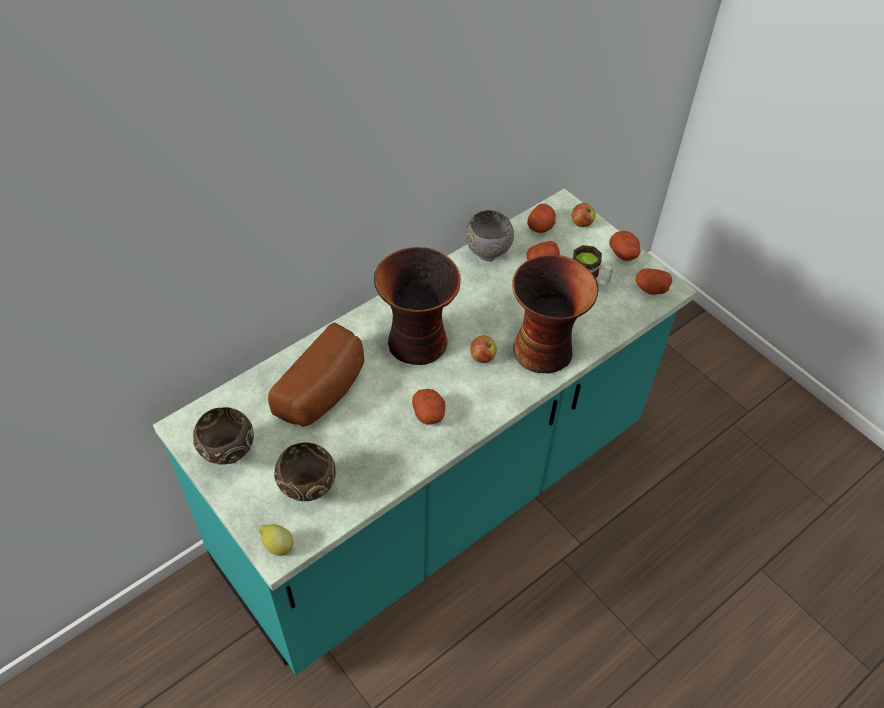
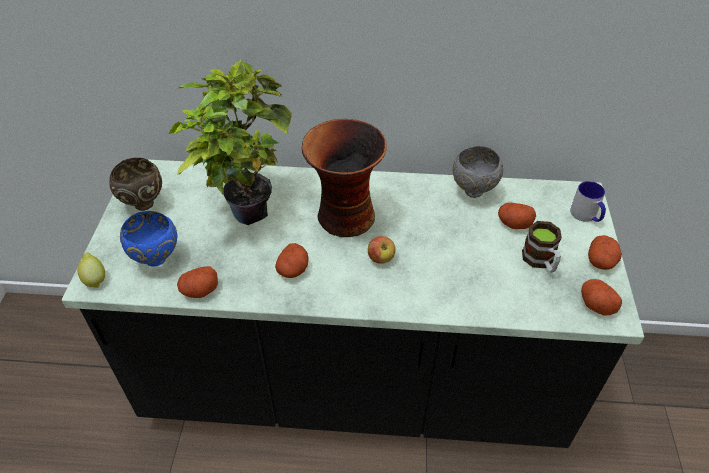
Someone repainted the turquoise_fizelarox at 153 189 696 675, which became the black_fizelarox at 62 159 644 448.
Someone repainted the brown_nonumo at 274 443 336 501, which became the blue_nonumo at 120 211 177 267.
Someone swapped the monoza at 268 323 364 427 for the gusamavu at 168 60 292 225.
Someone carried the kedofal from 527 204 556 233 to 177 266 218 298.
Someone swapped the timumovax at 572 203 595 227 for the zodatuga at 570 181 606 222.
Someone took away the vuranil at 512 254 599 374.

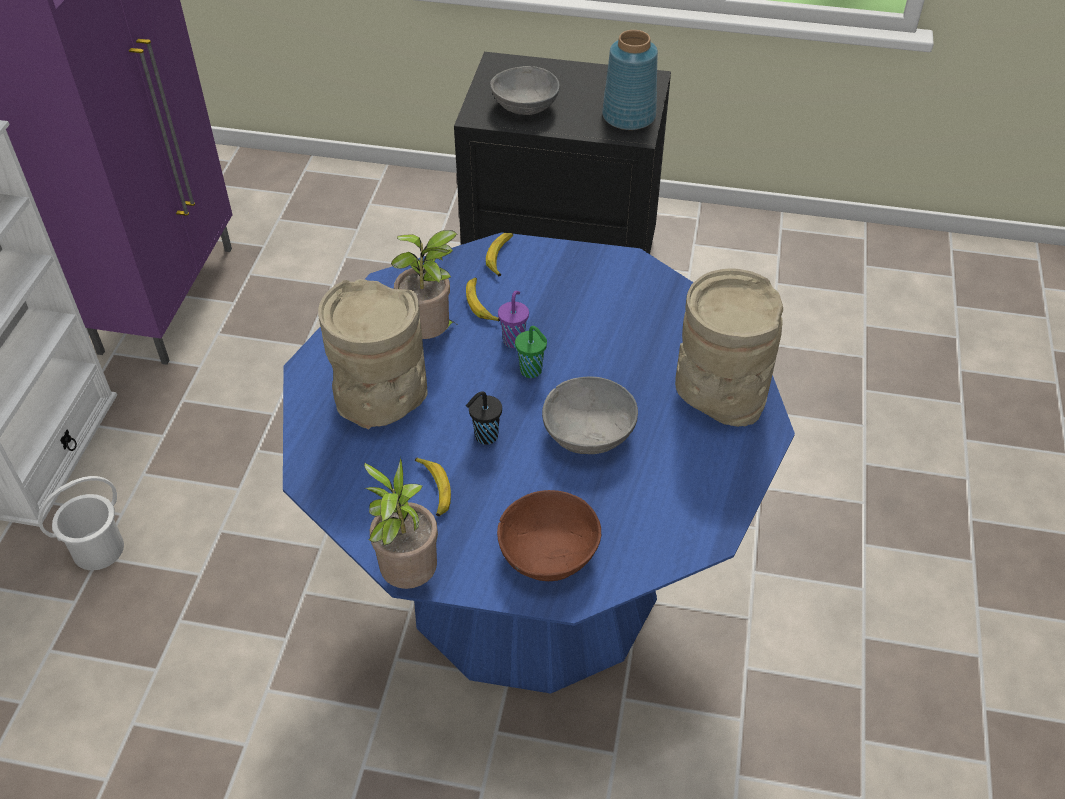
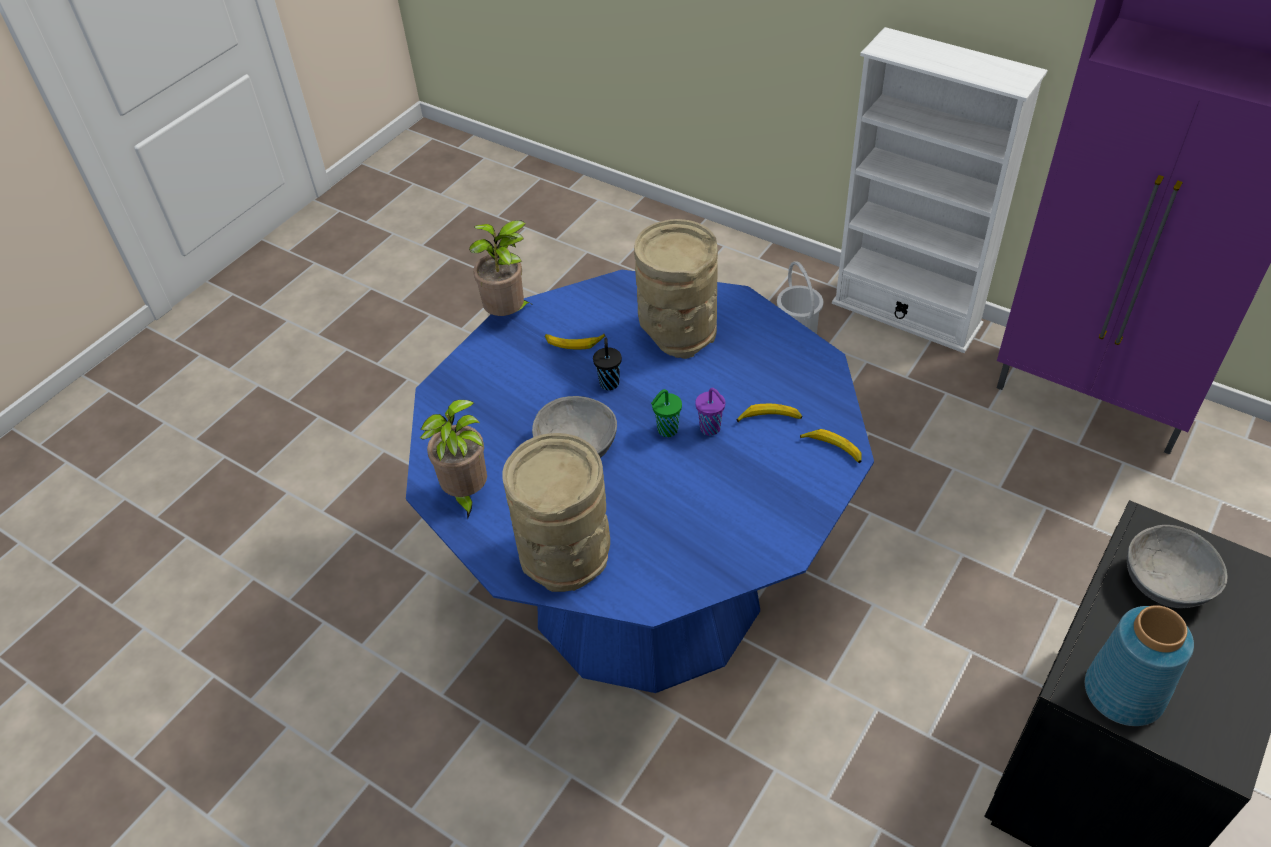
Someone carried the gusamavu from 391 230 458 339 to 420 400 487 519.
Someone took away the brown_nonumo at 497 490 601 581.

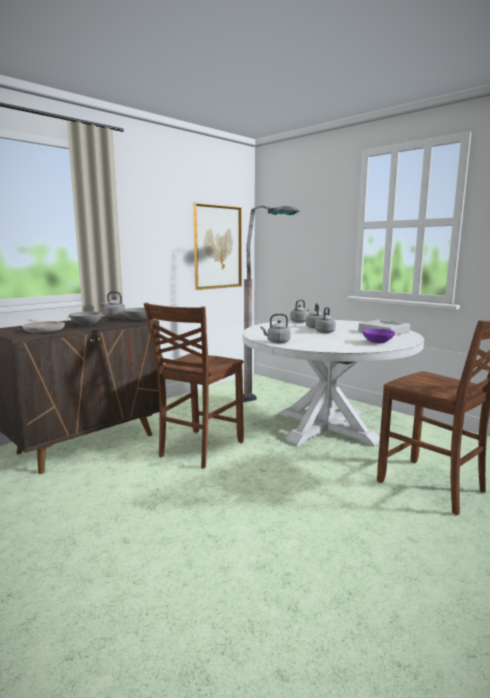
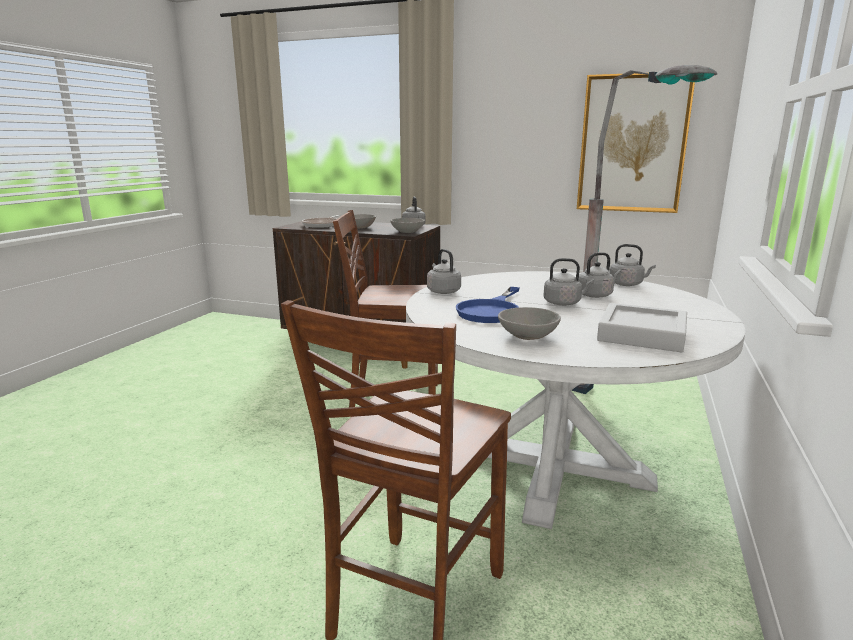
Someone put down the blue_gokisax at 456 287 519 323.
Someone repainted the purple_nonumo at 362 329 395 343, which became the grey_nonumo at 498 307 561 340.

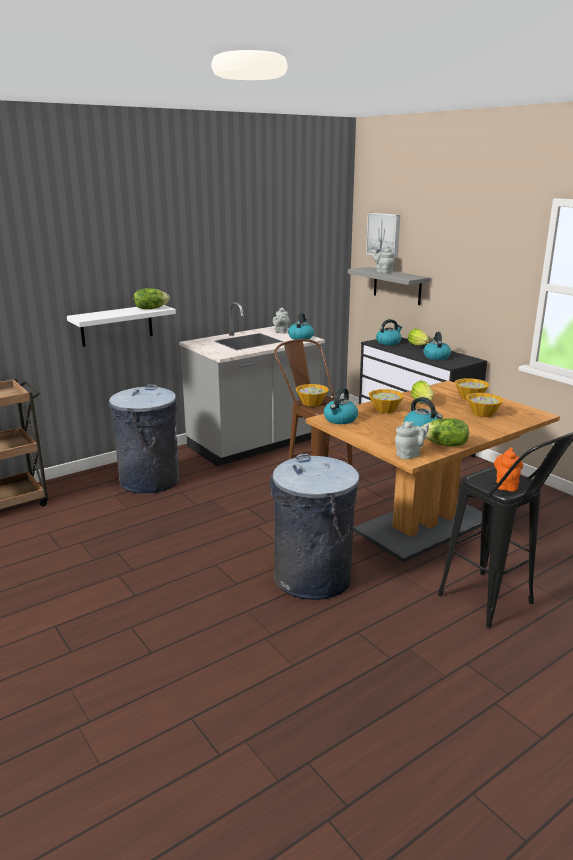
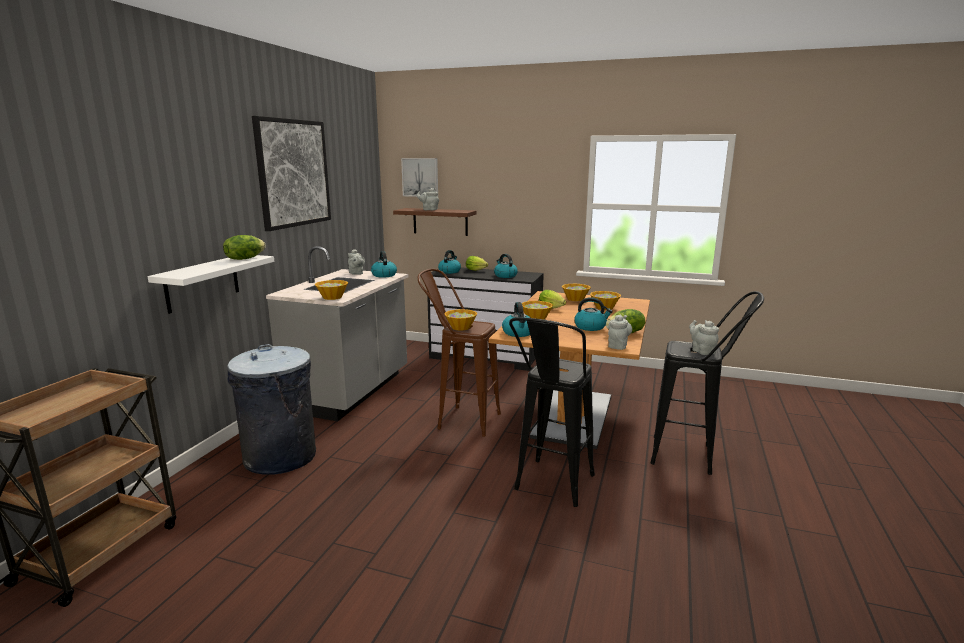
Someone put up the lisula at 252 116 331 231.
Someone put down the nonumo at 315 280 348 300.
Someone repainted the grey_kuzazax at 348 267 430 305, which became the brown_kuzazax at 393 208 477 236.
Someone swapped the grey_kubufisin at 270 453 360 600 for the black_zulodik at 509 317 595 507.
Someone repainted the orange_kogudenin at 494 447 523 491, which became the grey_kogudenin at 689 320 719 355.

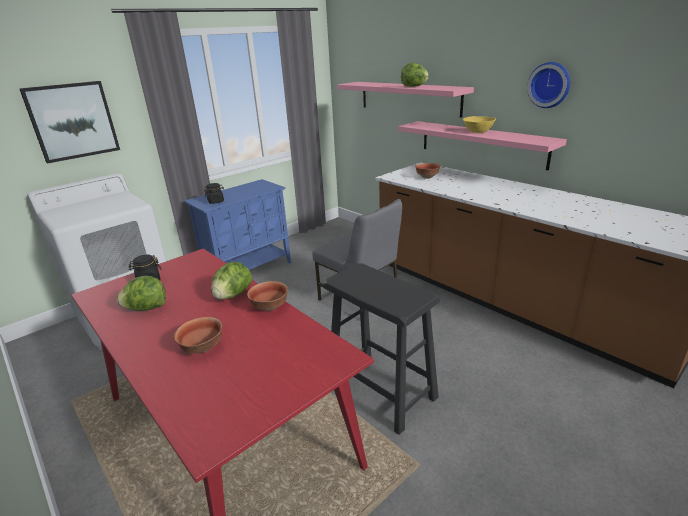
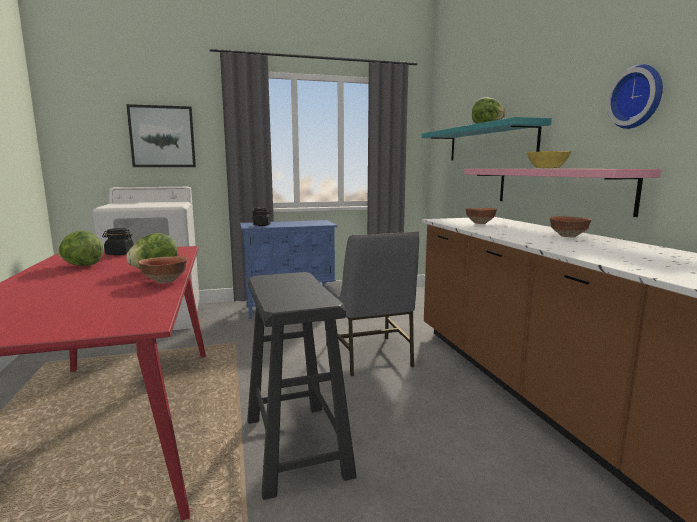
Someone repainted the pink_kuzazax at 337 82 474 118, which became the turquoise_kuzazax at 421 117 552 161.
Someone carried the nonumo from 174 317 222 353 to 549 216 592 237.

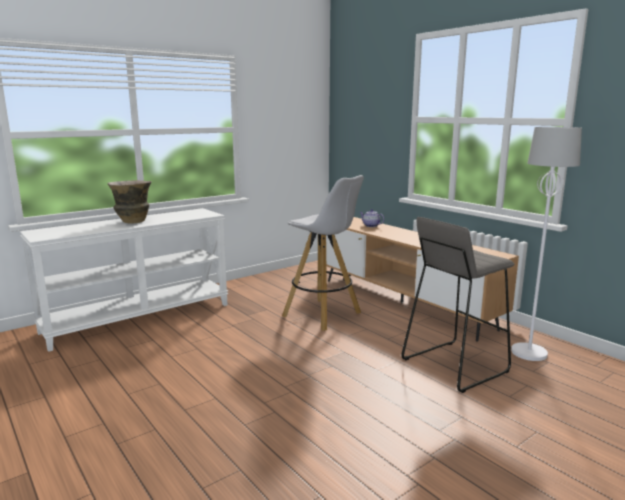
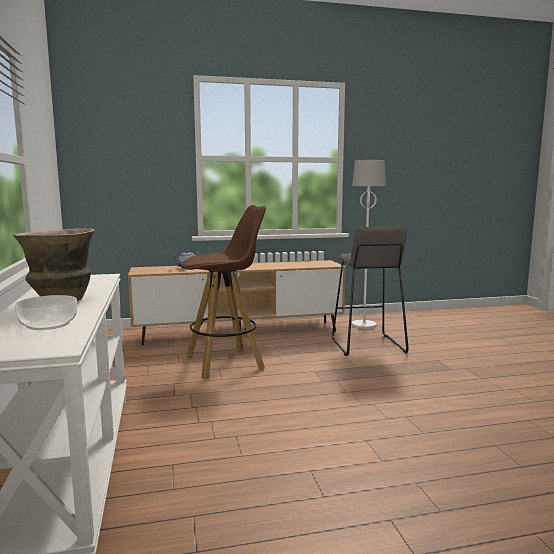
Someone put down the nonumo at 15 295 77 330.
Someone repainted the white_zulodik at 282 175 364 331, which became the brown_zulodik at 183 205 266 379.

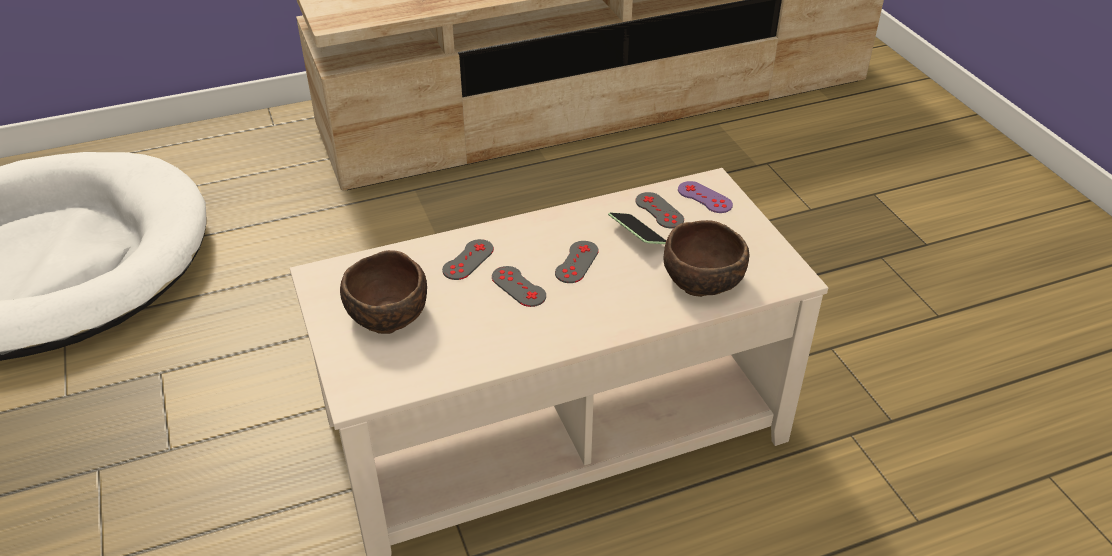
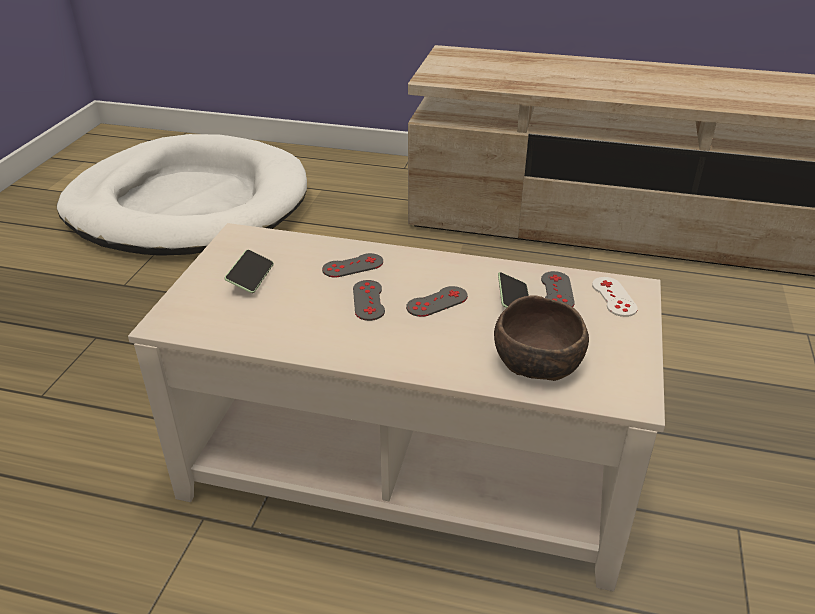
Someone swapped the brown_nonumo at 340 250 427 334 for the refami at 224 250 274 293.
Someone repainted the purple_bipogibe at 678 181 733 213, which became the white_bipogibe at 592 277 638 317.

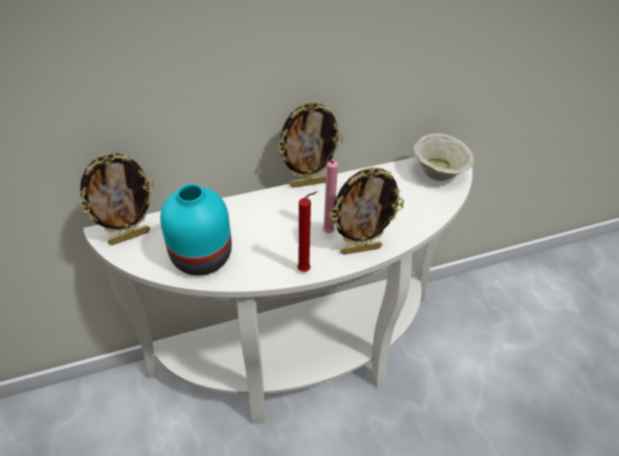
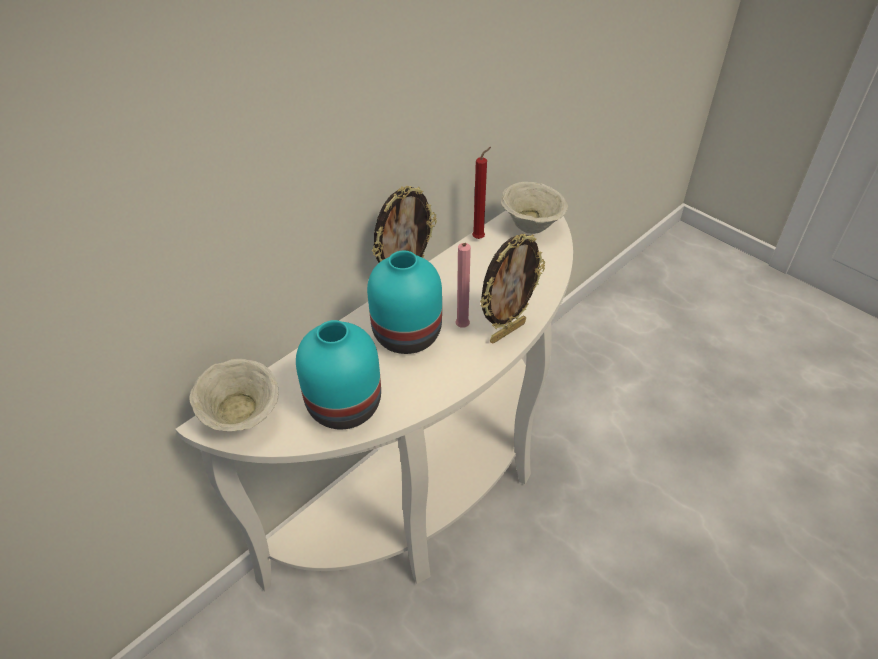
Someone swapped the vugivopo at 78 153 155 245 for the beige_nonumo at 189 359 279 432.
Someone put down the turquoise_vuranil at 367 250 442 354.
Someone carried the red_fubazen from 297 191 317 272 to 472 147 491 239.

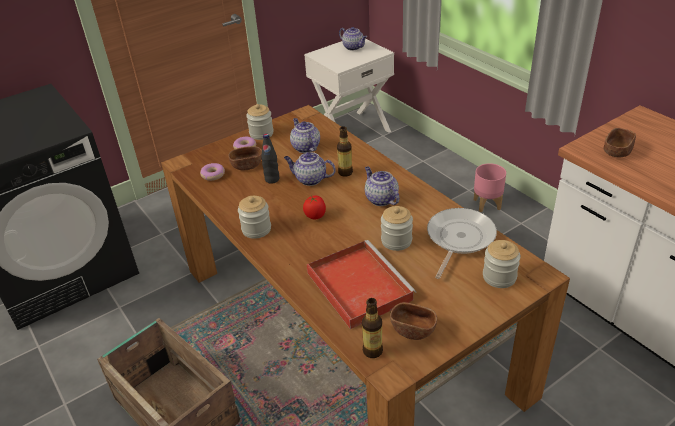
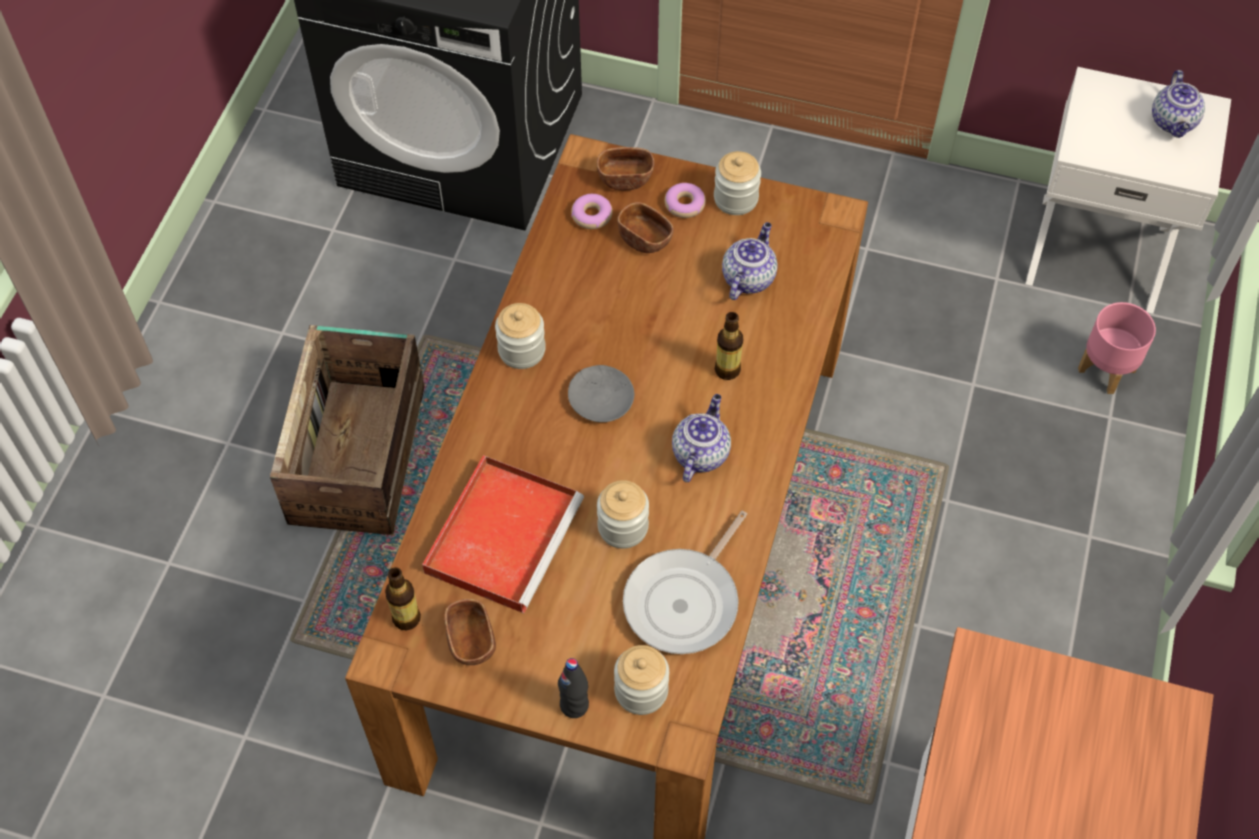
Someone carried the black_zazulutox from 261 134 279 184 to 558 658 589 718.
Someone swapped the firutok at 303 195 326 220 for the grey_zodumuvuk at 568 365 634 422.
Someone carried the brown_nonumo from 604 128 636 158 to 597 147 654 191.
Someone rotated the gokisax at 427 208 497 279 by 135 degrees clockwise.
Someone carried the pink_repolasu from 474 163 506 212 to 1078 302 1156 394.
Someone took away the kogudenin at 284 152 336 186.

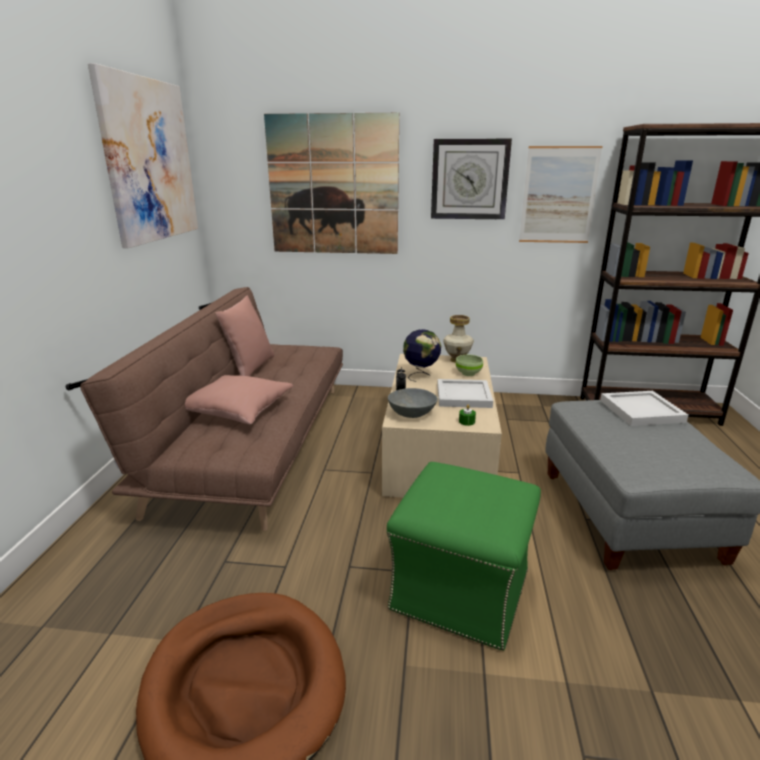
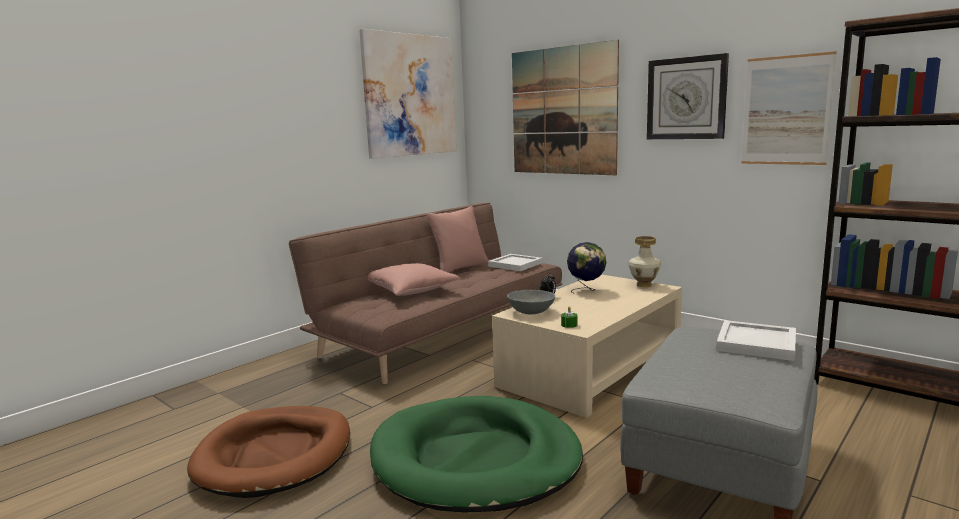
Someone swapped the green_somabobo at 387 462 541 650 for the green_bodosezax at 370 396 583 513.
Someone carried the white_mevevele from 437 379 493 408 to 488 254 542 271.
Someone took away the green_nonumo at 456 355 483 376.

